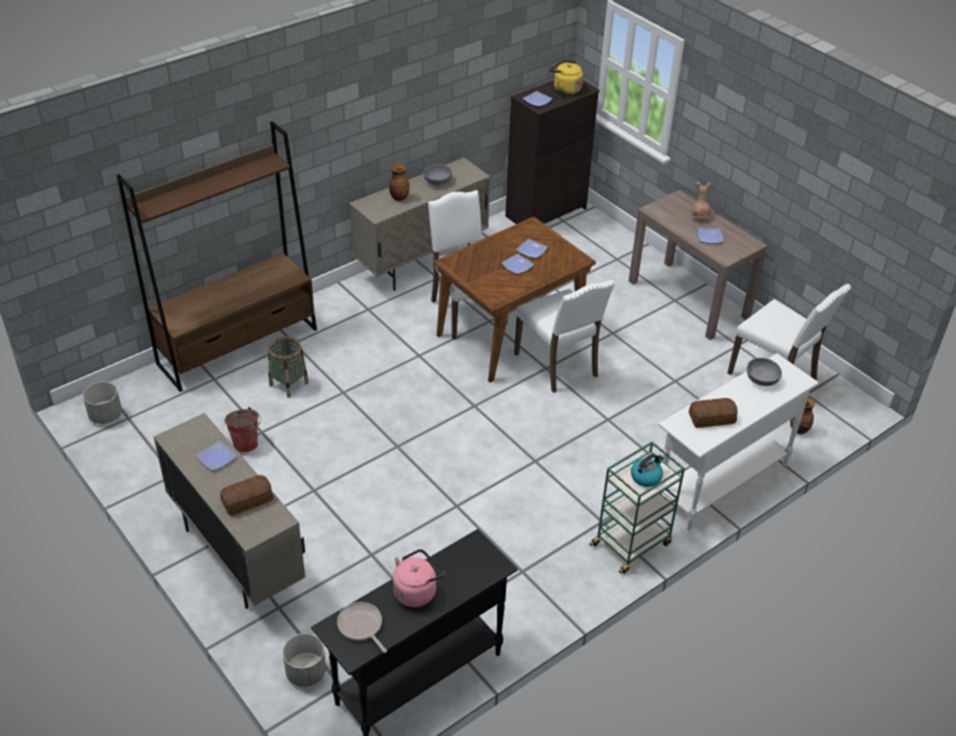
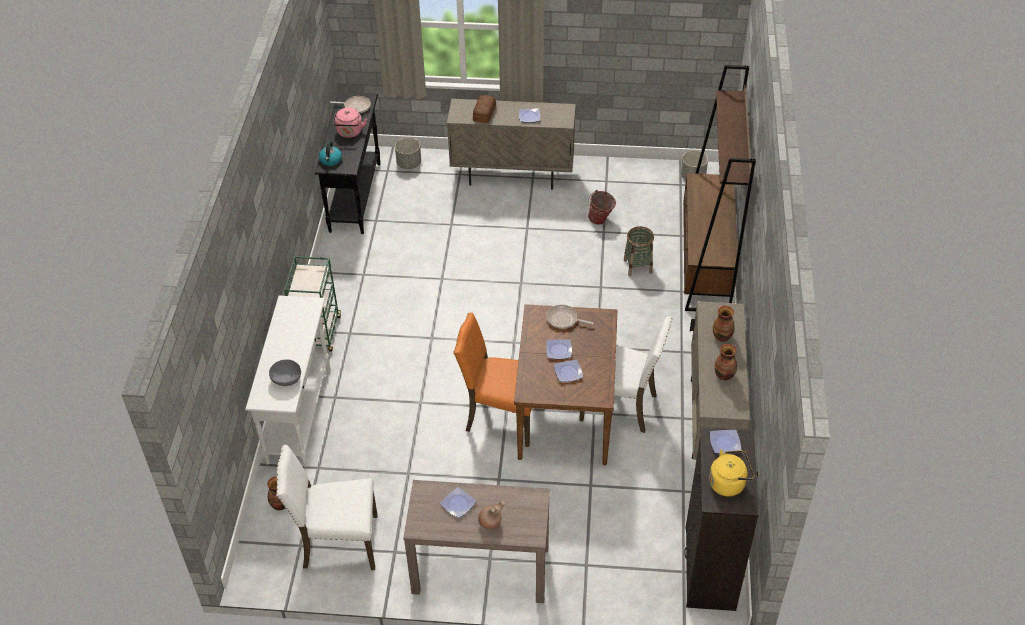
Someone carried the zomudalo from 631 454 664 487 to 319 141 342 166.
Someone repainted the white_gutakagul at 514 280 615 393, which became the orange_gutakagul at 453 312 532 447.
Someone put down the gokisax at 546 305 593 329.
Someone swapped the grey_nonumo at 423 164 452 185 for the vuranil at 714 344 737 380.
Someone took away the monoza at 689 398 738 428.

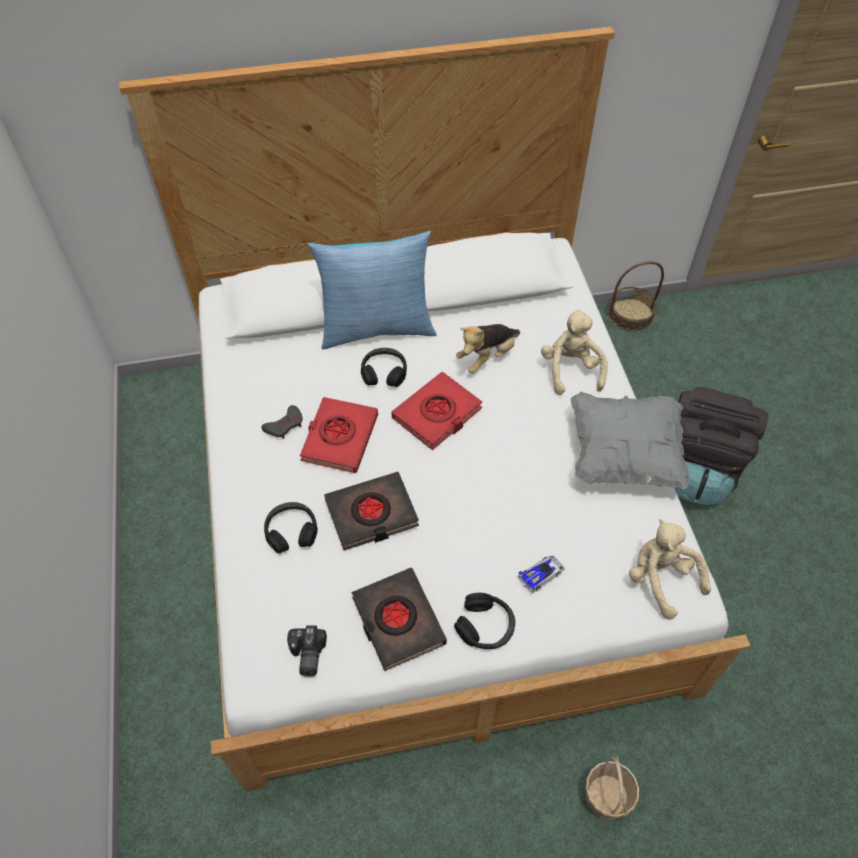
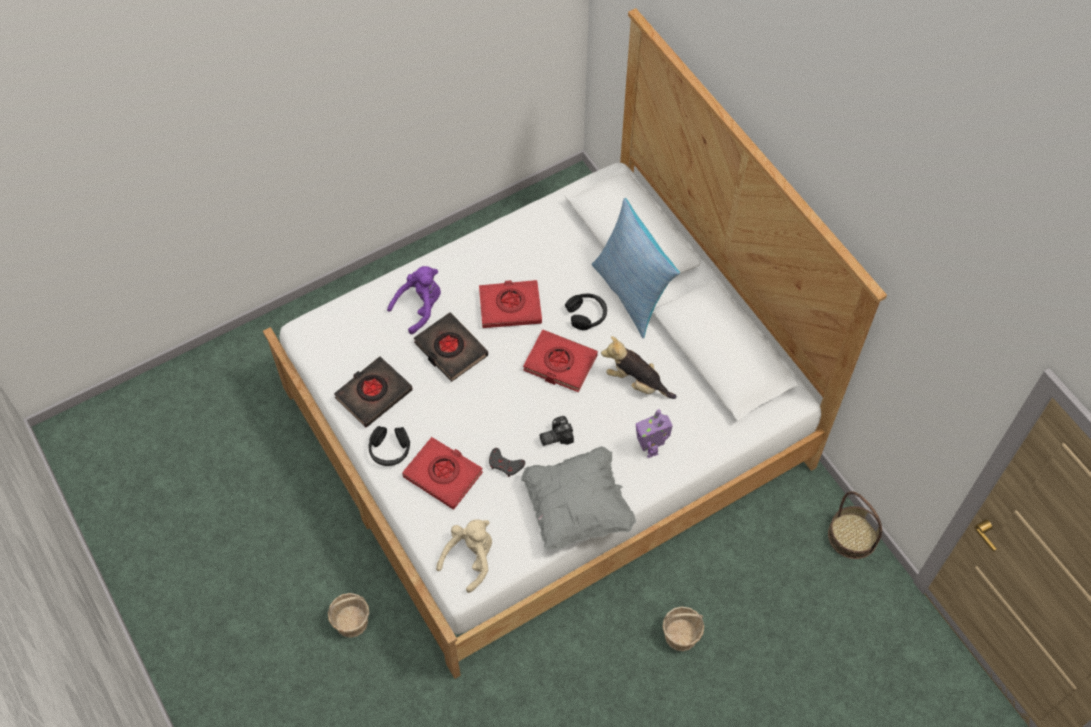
Someone swapped the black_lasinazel at 264 502 318 553 for the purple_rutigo at 387 266 441 334.
Someone swapped the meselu at 518 555 565 594 for the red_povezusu at 402 437 483 509.
Someone carried the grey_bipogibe from 261 405 303 439 to 489 448 525 477.
Someone carried the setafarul from 287 625 327 677 to 540 416 574 446.
Someone swapped the beige_rutigo at 541 309 608 395 for the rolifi at 636 409 673 458.
Someone swapped the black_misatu at 675 387 768 505 for the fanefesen at 663 607 704 651.

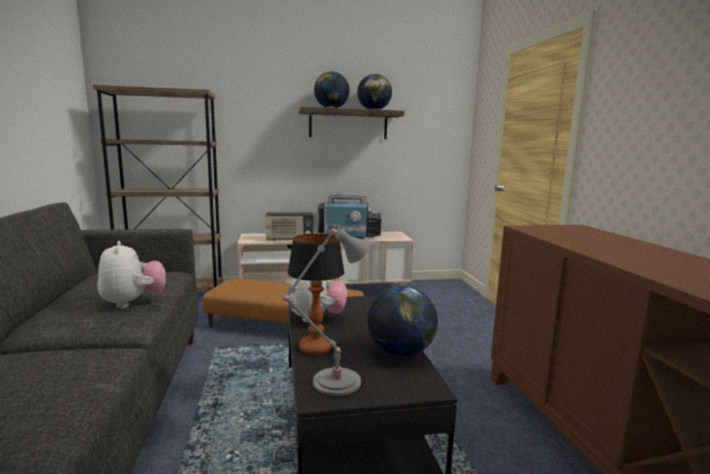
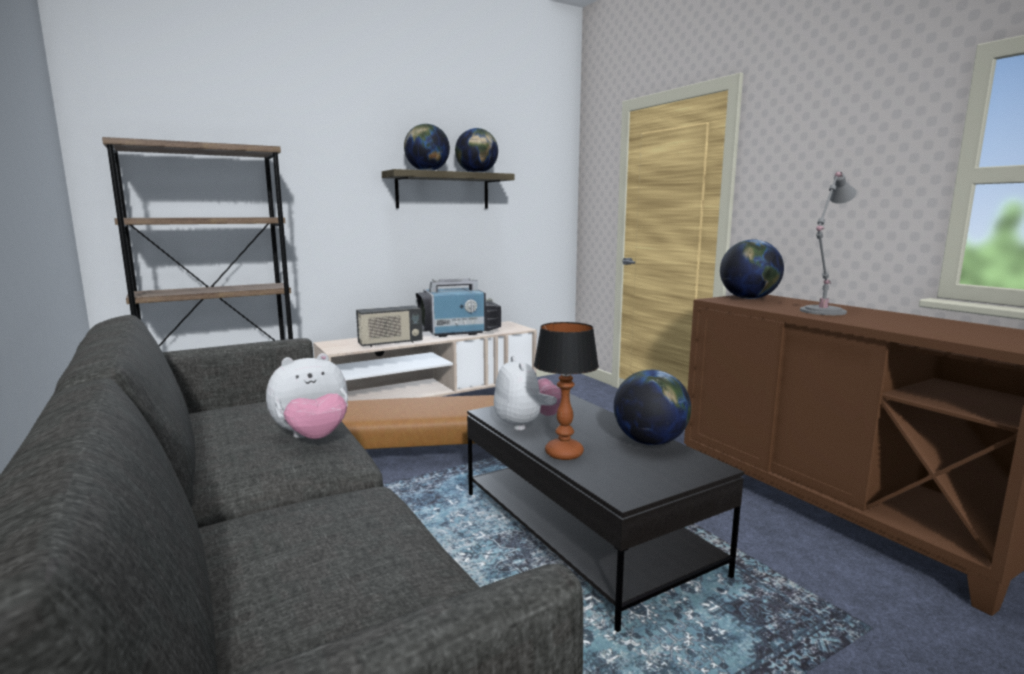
Someone rotated the rutigo at 97 241 166 308 by 105 degrees clockwise.
Someone put down the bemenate at 720 240 784 299.
Someone carried the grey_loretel from 283 229 370 396 to 800 172 856 315.

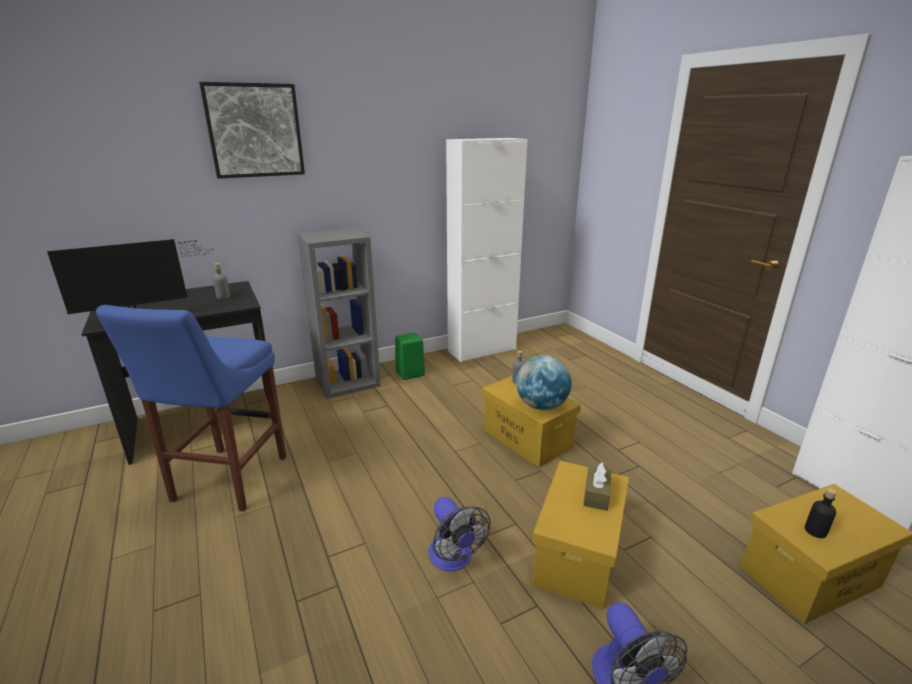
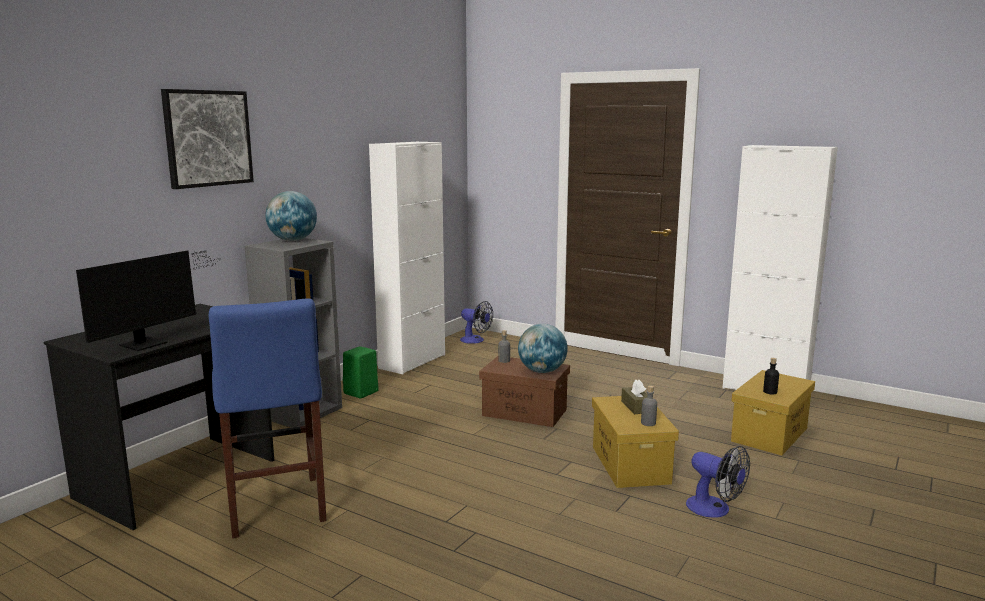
Someone put down the bemenate at 265 191 317 241.
Someone carried the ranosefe from 429 497 490 571 to 460 301 493 344.
Someone repainted the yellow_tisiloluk at 482 376 581 467, which became the brown_tisiloluk at 479 356 570 427.
Someone carried the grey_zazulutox from 213 263 230 299 to 641 385 657 426.

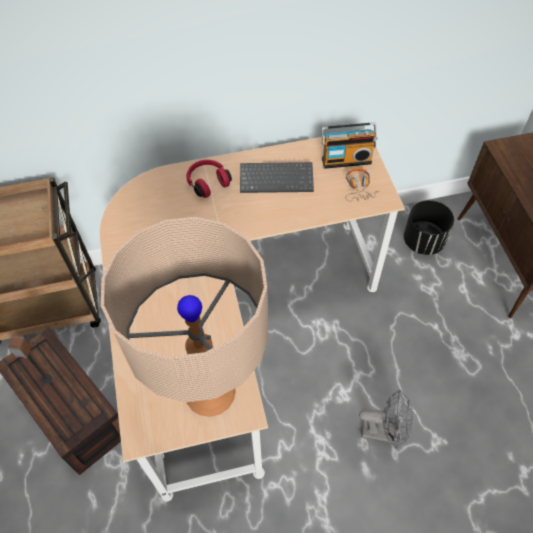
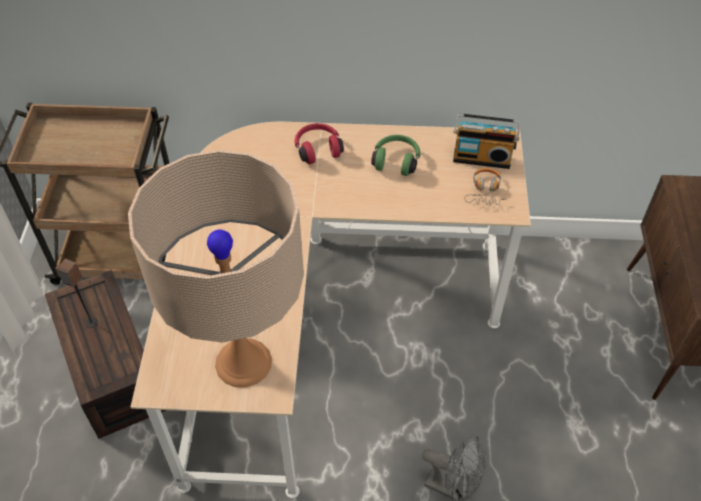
Someone swapped the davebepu at 240 162 314 193 for the green_lasinazel at 371 135 420 176.
Someone took away the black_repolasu at 404 200 454 255.

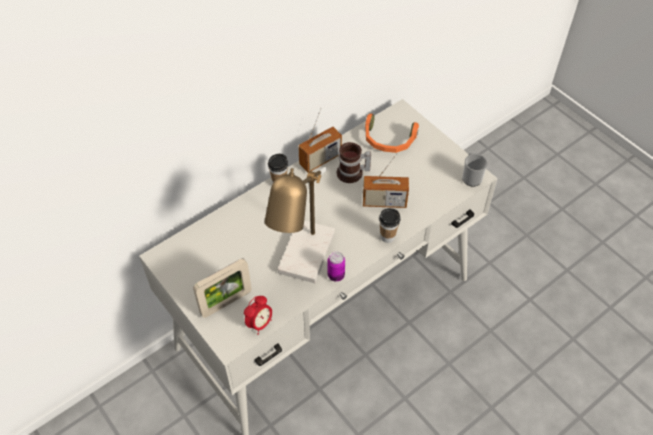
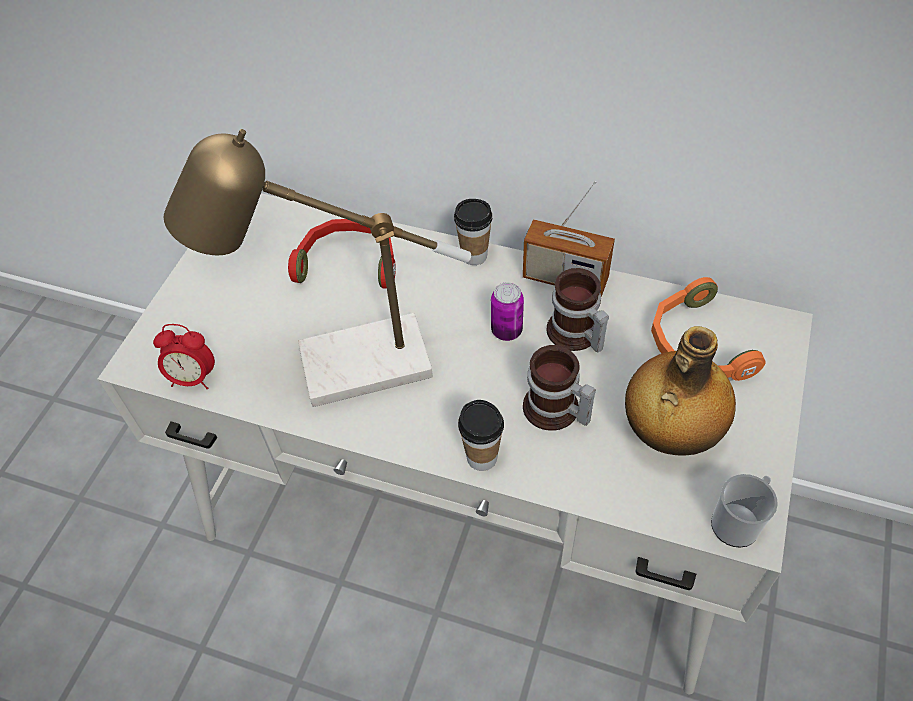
Someone put down the red_lasinazel at 288 219 396 289.
Someone carried the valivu from 328 252 345 282 to 491 282 524 341.
Someone swapped the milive at 363 153 409 208 for the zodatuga at 523 345 596 431.
Someone put down the zazulutox at 625 326 736 456.
Someone took away the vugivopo at 193 259 252 318.

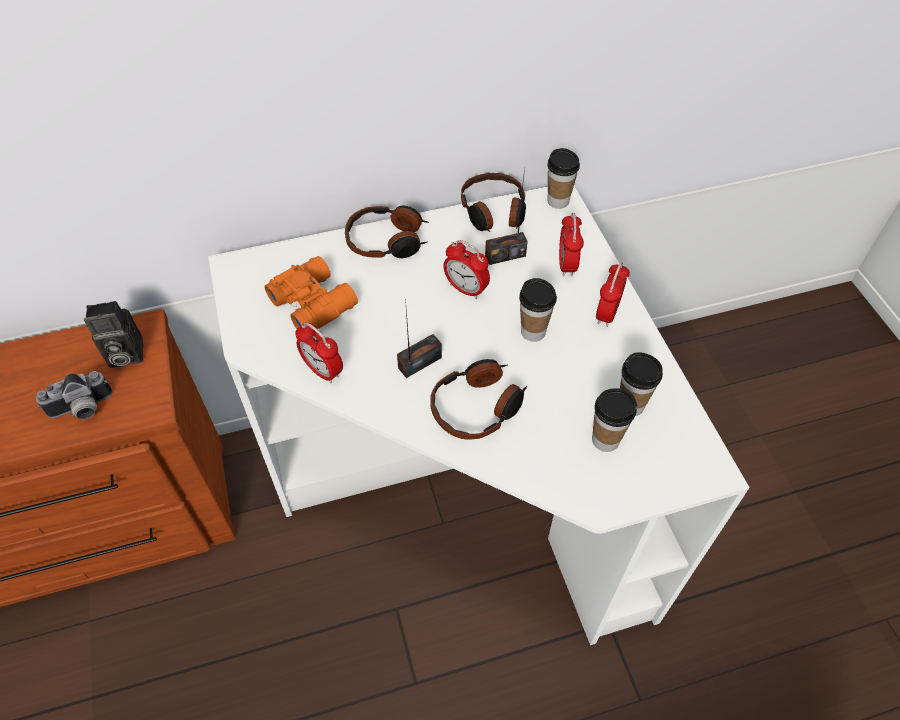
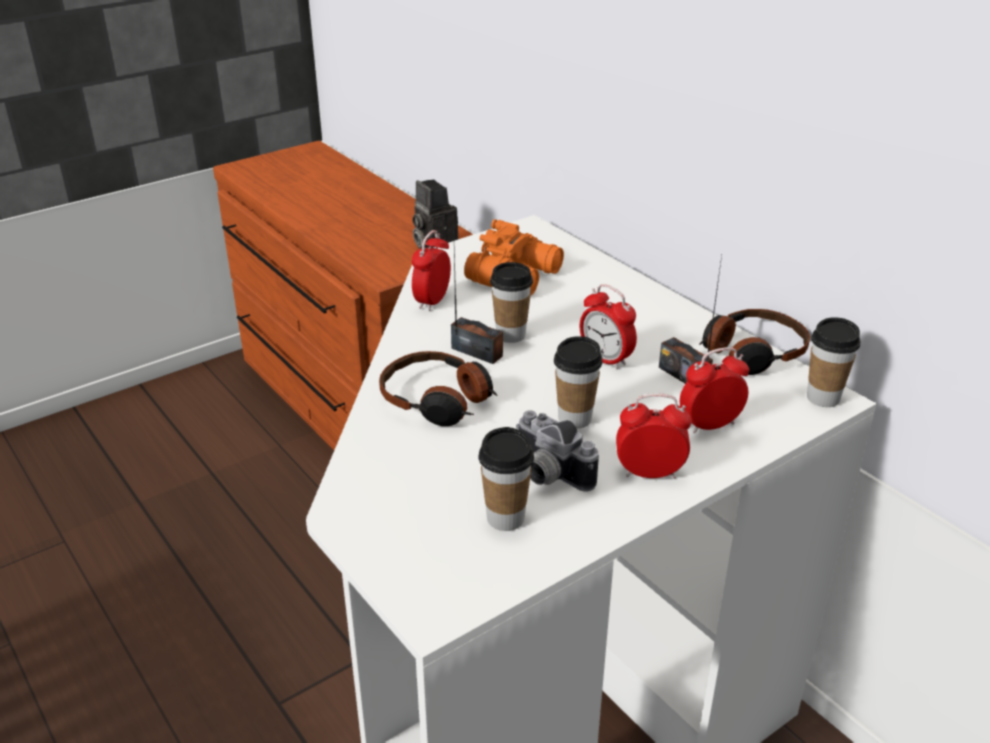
Someone carried the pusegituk from 592 388 637 452 to 490 262 533 343.
Someone carried the setafarul from 36 371 112 419 to 516 410 599 491.
Someone rotated the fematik at 443 240 490 299 by 60 degrees counterclockwise.
Someone took away the lasinazel at 345 205 429 258.

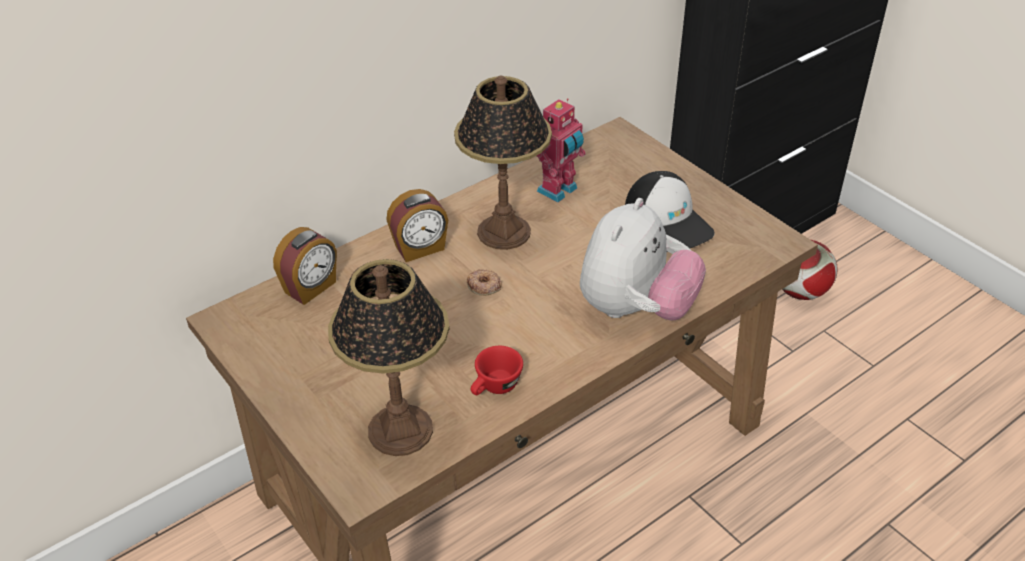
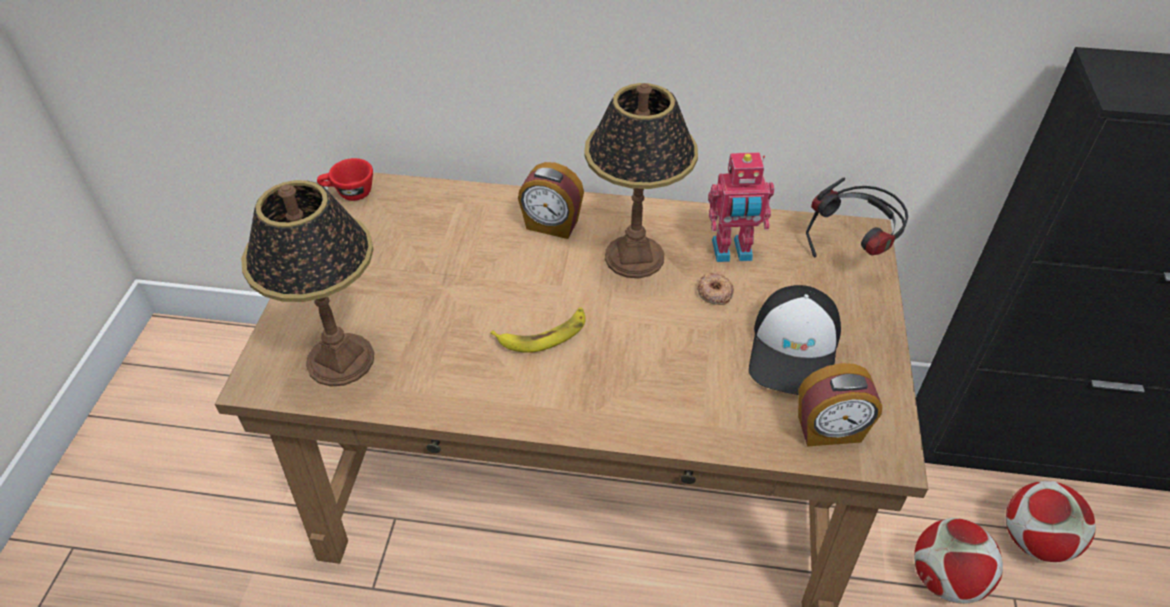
Someone carried the red_pusegituk from 471 346 523 395 to 317 158 373 201.
Someone put down the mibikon at 490 307 586 353.
Someone carried the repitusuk from 467 269 502 296 to 697 272 734 305.
Someone carried the fematik from 273 227 337 305 to 798 363 882 447.
Someone put down the lasinazel at 806 178 908 257.
Someone put down the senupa at 914 518 1003 604.
Someone took away the rutigo at 580 198 706 321.

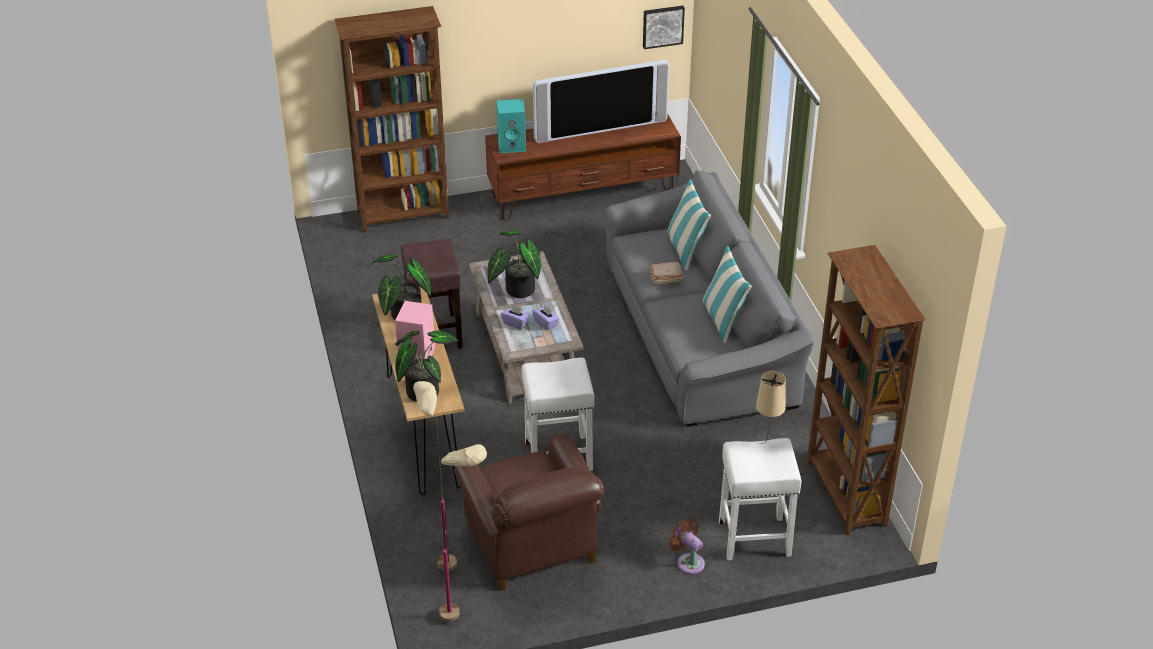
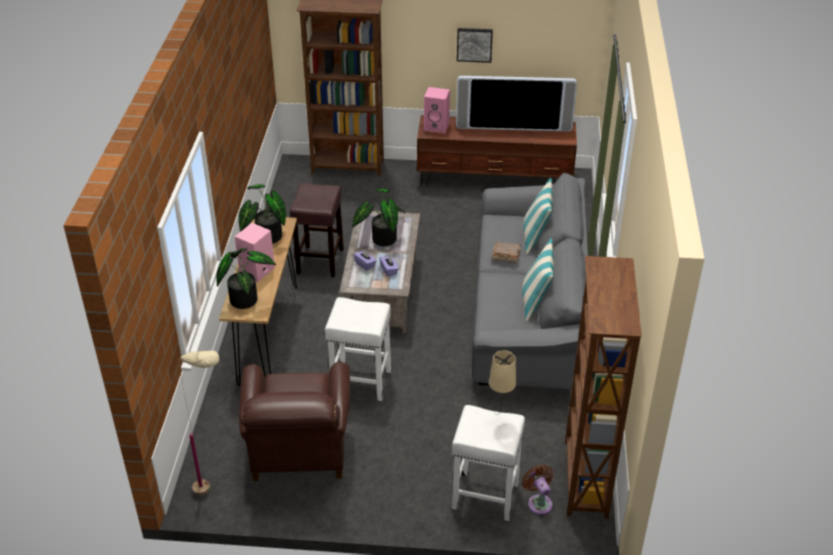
Someone repainted the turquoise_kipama at 496 99 526 153, which became the pink_kipama at 424 87 450 133.
Someone carried the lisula from 643 6 685 49 to 457 28 493 63.
Someone carried the brown_ranosefe from 669 518 705 575 to 522 465 553 515.
Someone took away the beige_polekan at 413 381 457 571.

